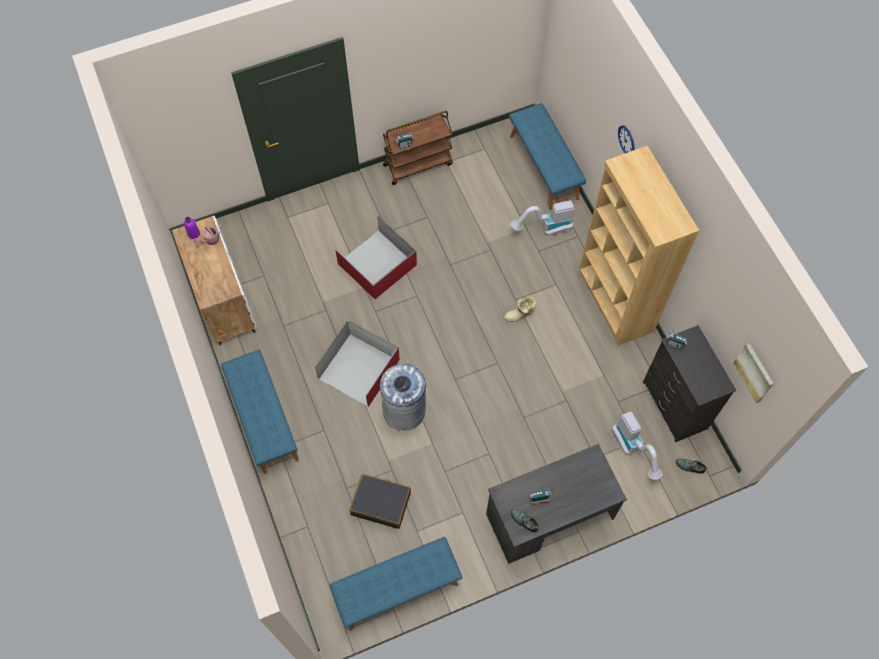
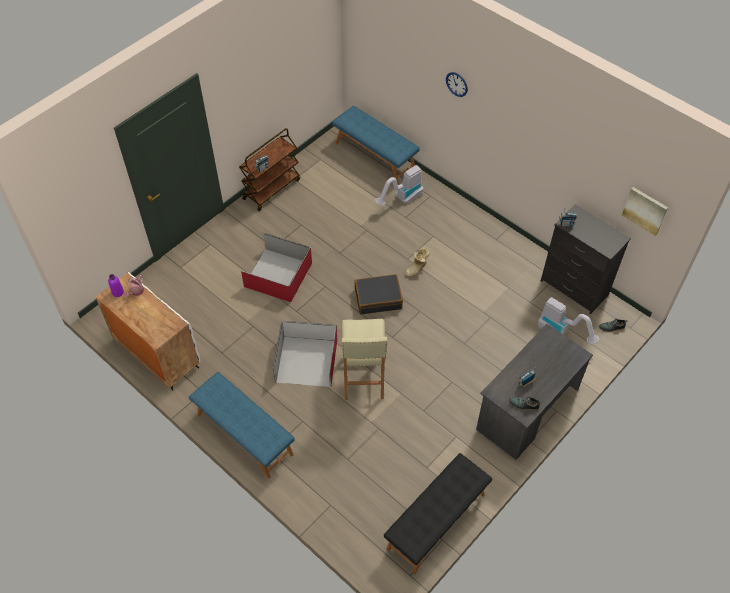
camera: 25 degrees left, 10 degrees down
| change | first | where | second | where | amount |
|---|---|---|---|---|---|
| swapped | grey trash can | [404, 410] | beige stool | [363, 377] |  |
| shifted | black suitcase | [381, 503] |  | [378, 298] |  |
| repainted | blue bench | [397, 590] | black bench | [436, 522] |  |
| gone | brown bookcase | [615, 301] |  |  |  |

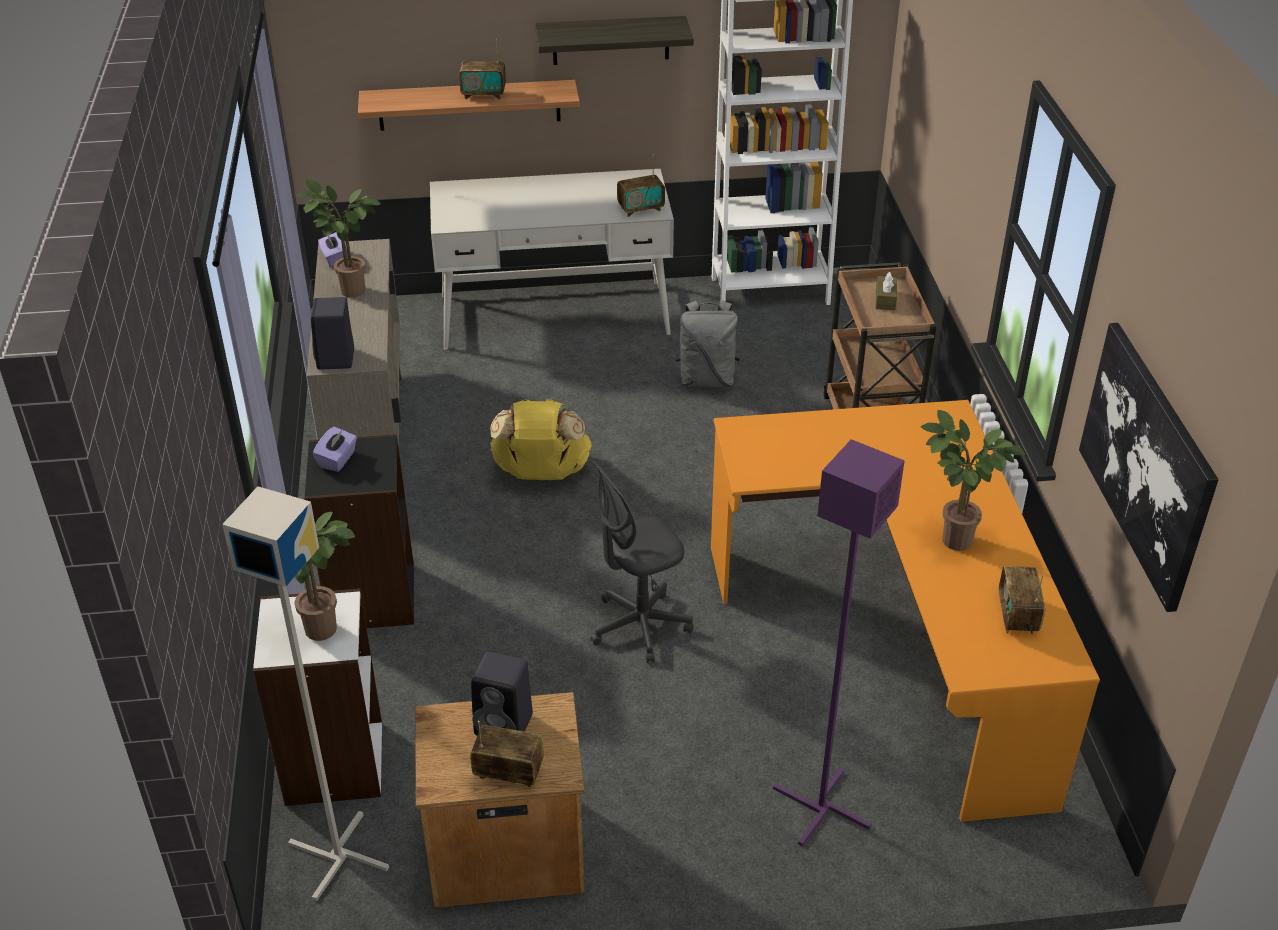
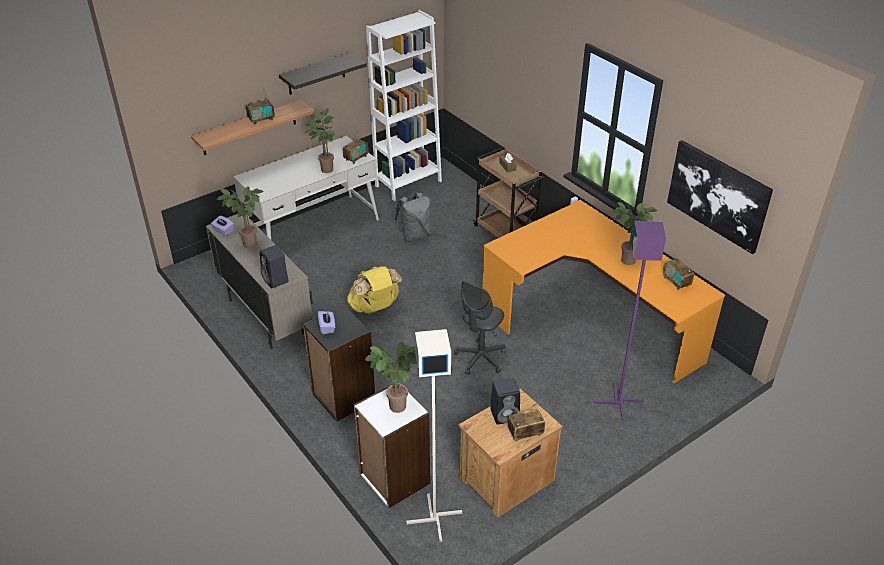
camera: 30 degrees left, 0 degrees up
| change | first | where | second | where | amount |
|---|---|---|---|---|---|
| new |  |  | potted plant | [325, 169] |  |

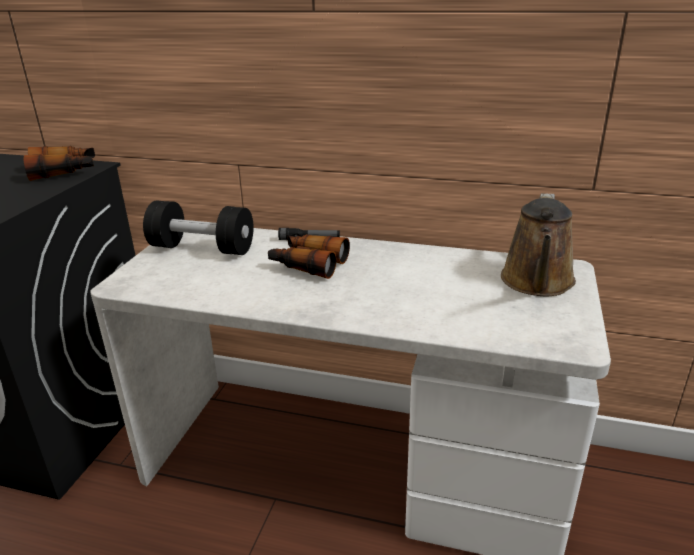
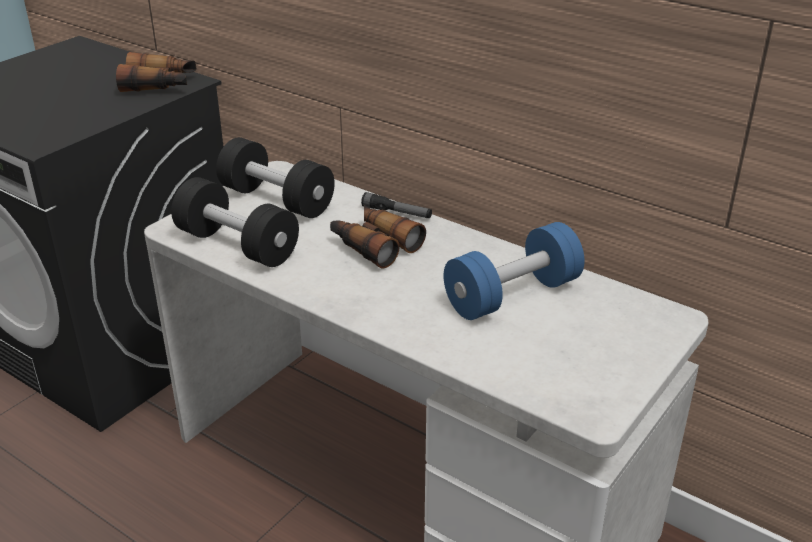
camera: 20 degrees right, 5 degrees up
| change | first | where | second | where | amount |
|---|---|---|---|---|---|
| new |  |  | black dumbbell | [237, 245] |  |
| new |  |  | blue dumbbell | [512, 295] |  |
| gone | brown watering can | [537, 282] |  |  |  |

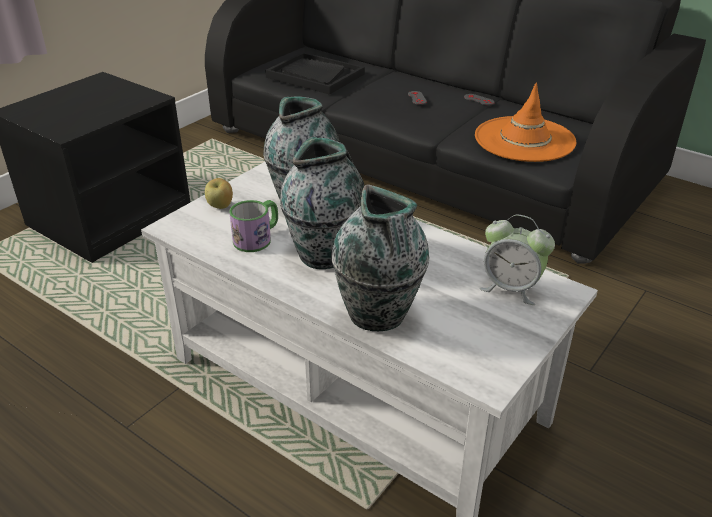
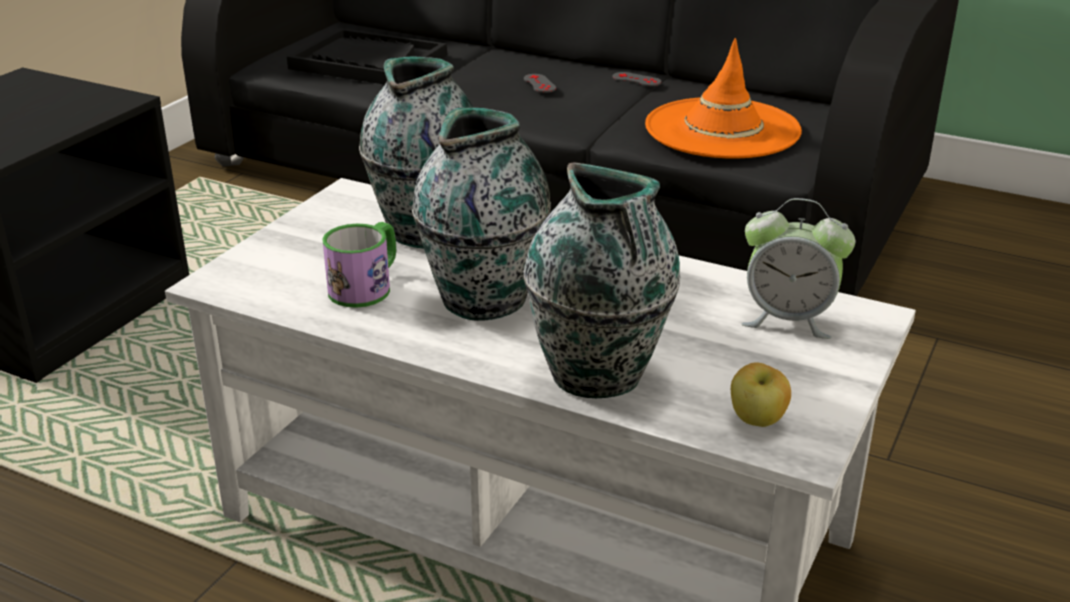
camera: 10 degrees left, 5 degrees down
| change | first | where | second | where | amount |
|---|---|---|---|---|---|
| shifted | apple | [220, 206] |  | [757, 421] |  |

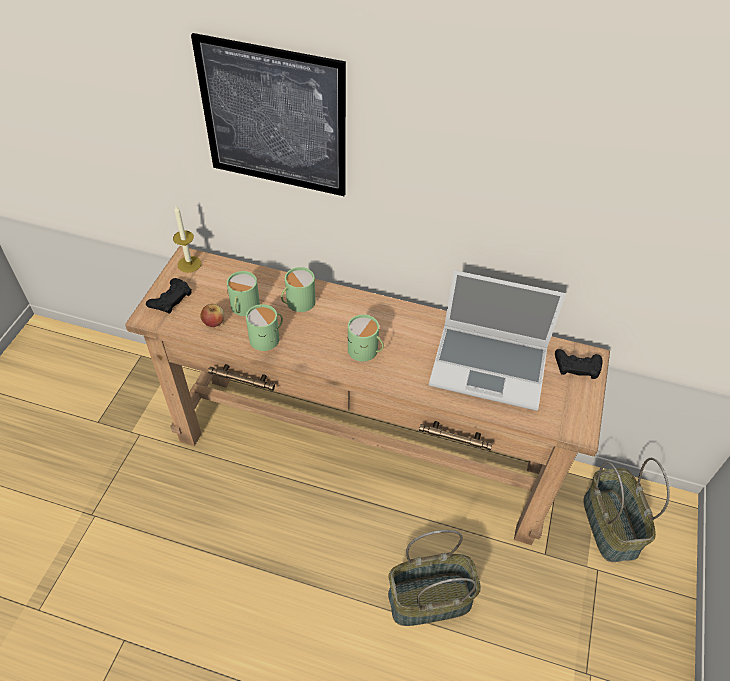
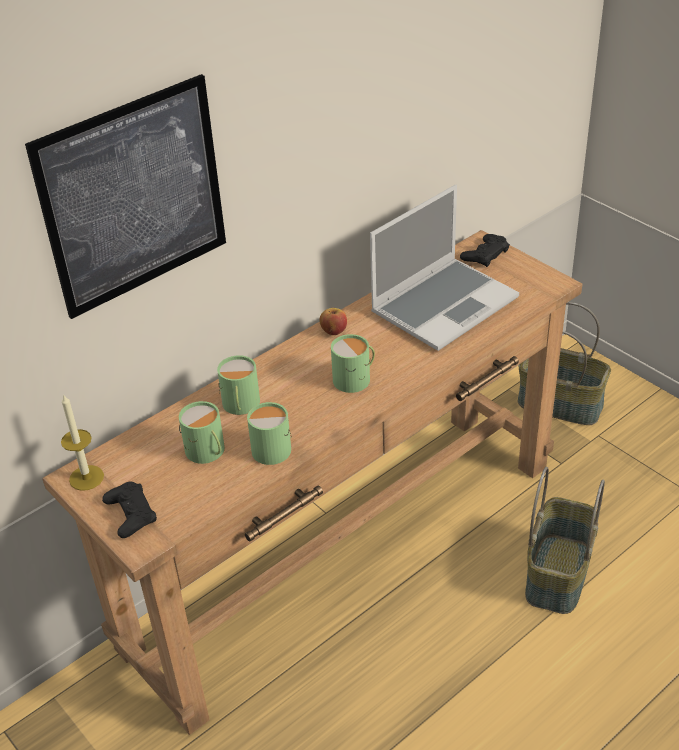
camera: 55 degrees left, 10 degrees down
| change | first | where | second | where | amount |
|---|---|---|---|---|---|
| shifted | apple | [214, 322] |  | [333, 331] |  |

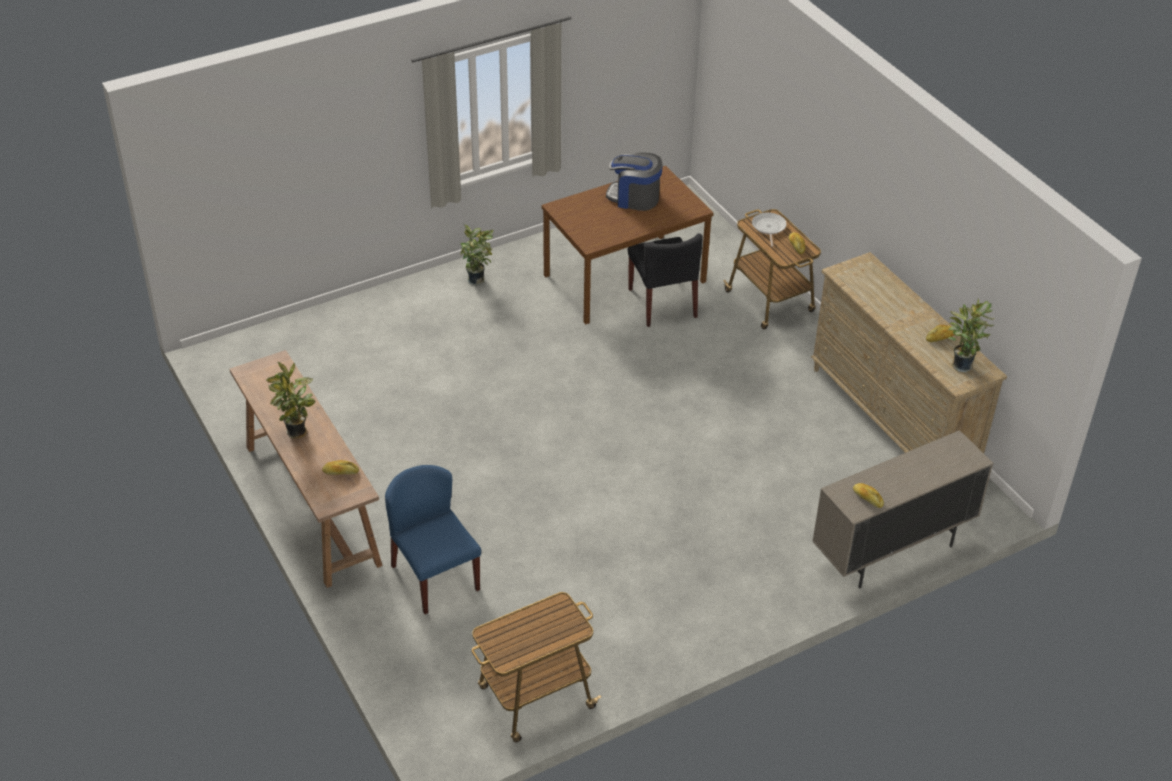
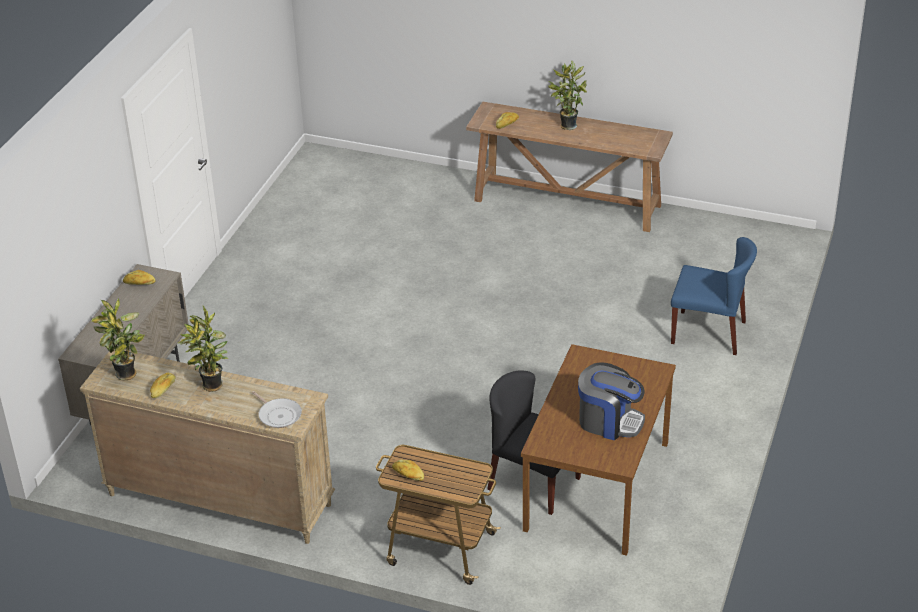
camera: 140 degrees right, 5 degrees down
| change | first | where | second | where | amount |
|---|---|---|---|---|---|
| shifted | potted plant | [477, 280] |  | [211, 387] |  |
| shifted | frying pan | [768, 228] |  | [278, 415] |  |
| rotated | coffee machine | [634, 198] |  | [609, 421] | 45 degrees clockwise |
| shifted | blue chair | [435, 577] |  | [709, 332] |  |
| gone | cart | [534, 698] |  |  |  |

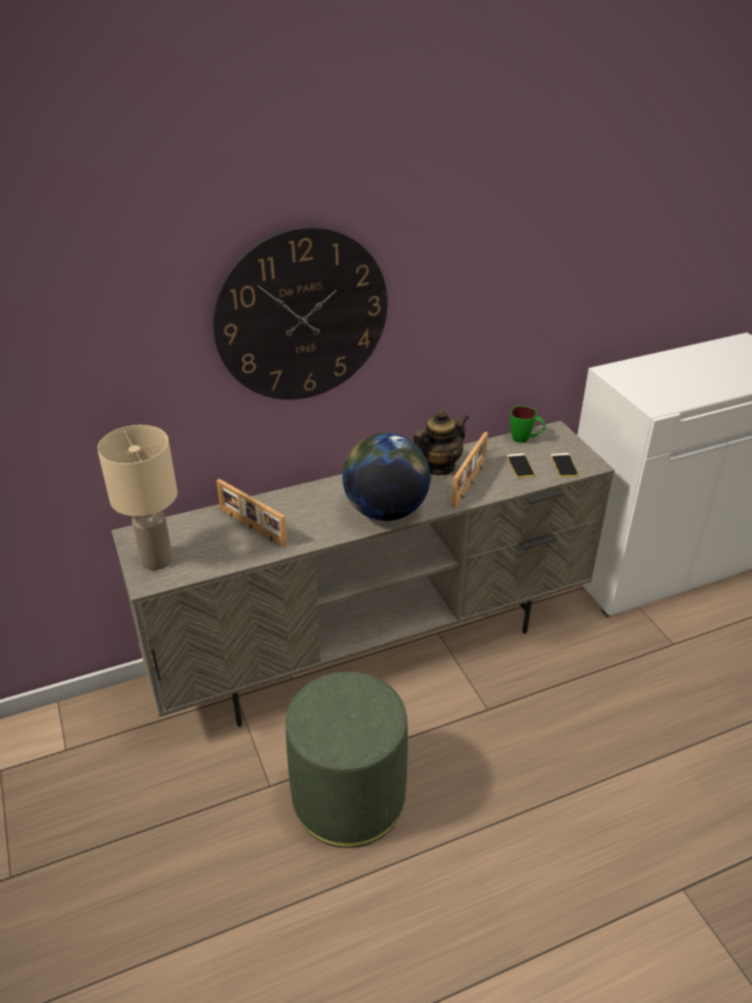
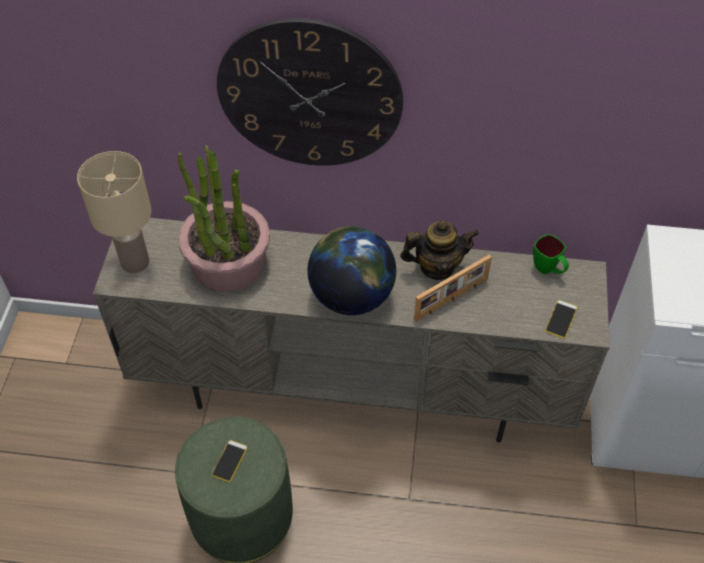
camera: 30 degrees right, 15 degrees up
| change | first | where | second | where | amount |
|---|---|---|---|---|---|
| swapped | picture frame | [251, 528] | potted plant | [228, 263] |  |
| shifted | phone | [520, 466] |  | [229, 461] |  |

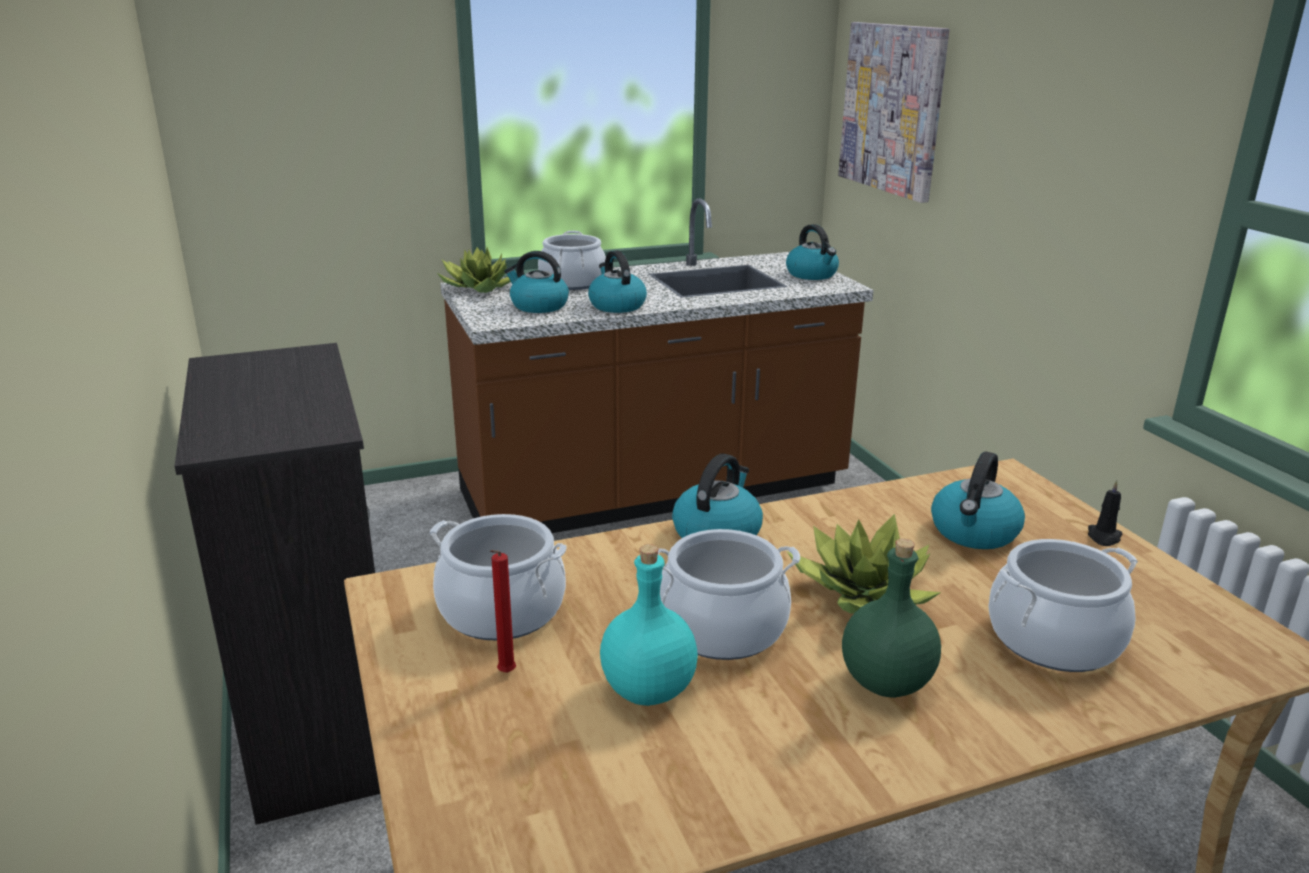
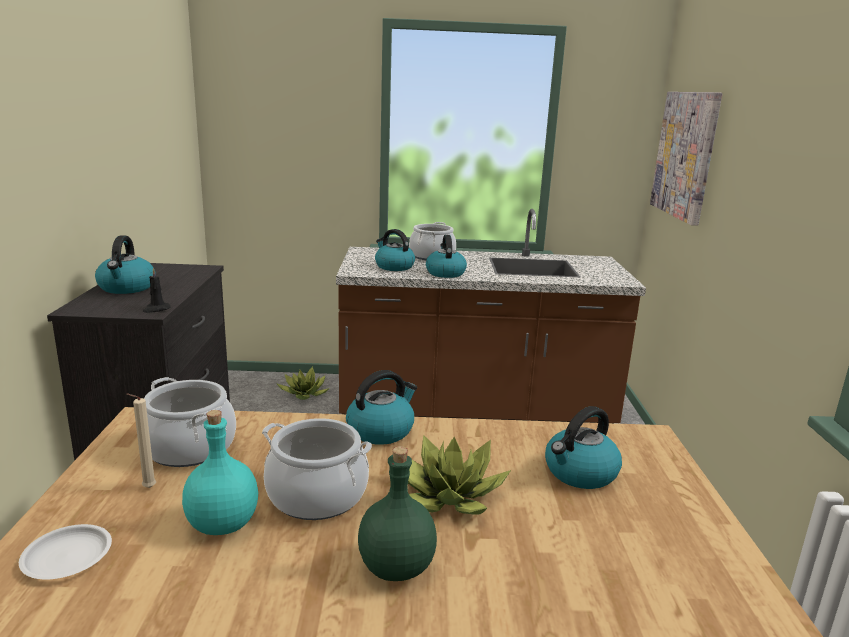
camera: 20 degrees right, 5 degrees down
| change | first | where | second | where | amount |
|---|---|---|---|---|---|
| new |  |  | white plate | [67, 557] |  |
| shifted | kettle | [812, 274] |  | [127, 288] |  |
| repainted | red candle | [505, 674] | beige candle | [147, 488] |  |
| shifted | black candle | [1103, 537] |  | [156, 309] |  |
| shifted | potted plant | [479, 288] |  | [304, 394] |  |
| gone | cooking pot | [1054, 639] |  |  |  |

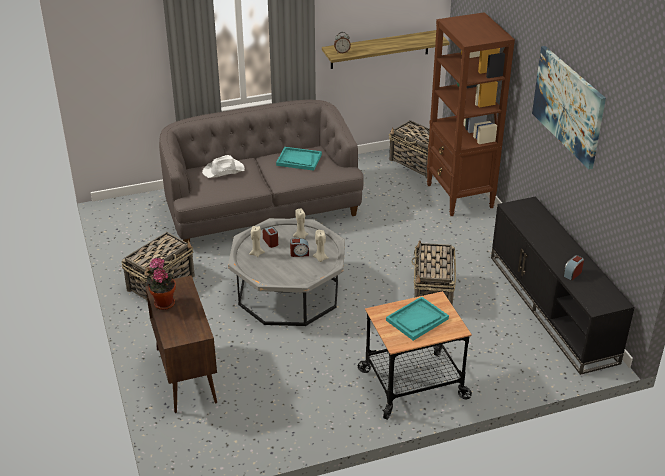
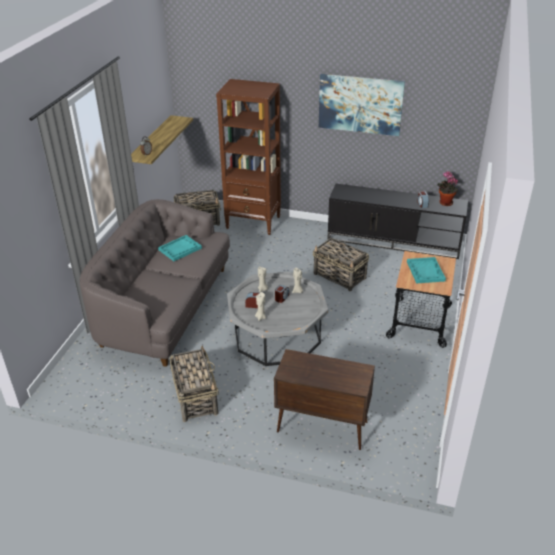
camera: 55 degrees left, 0 degrees up
| change | first | where | second | where | amount |
|---|---|---|---|---|---|
| shifted | potted plant | [163, 302] |  | [444, 203] |  |
| gone | white hat | [224, 171] |  |  |  |

